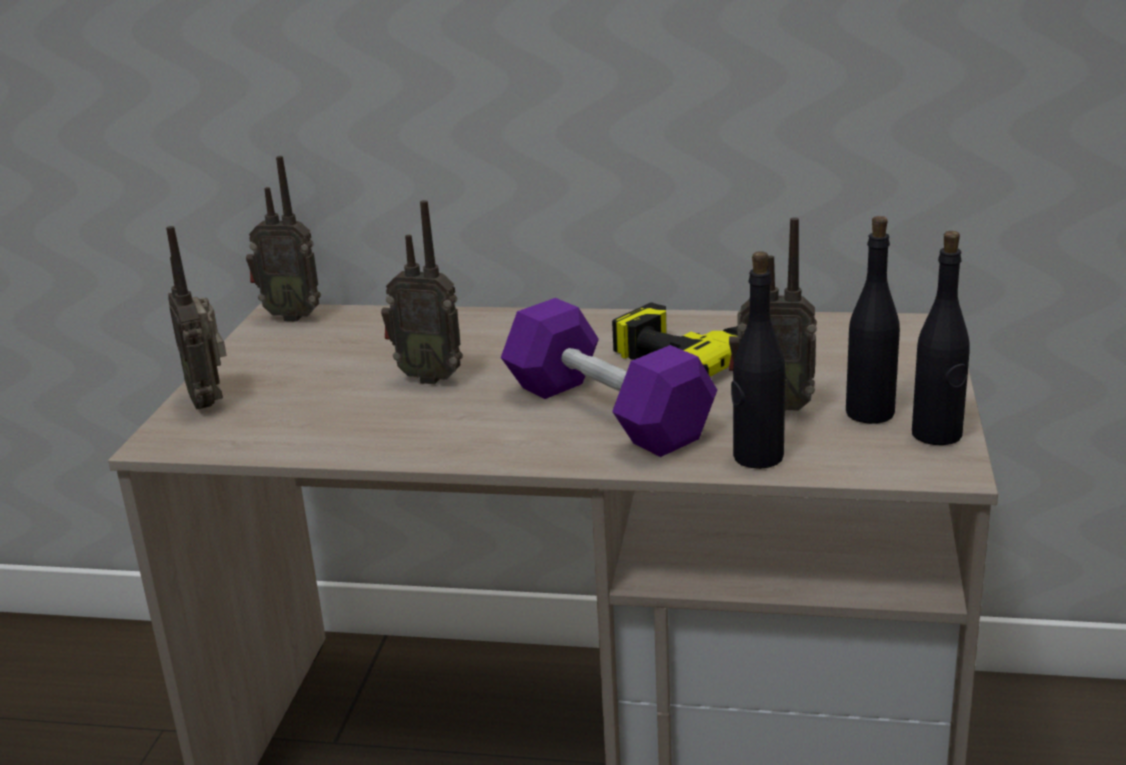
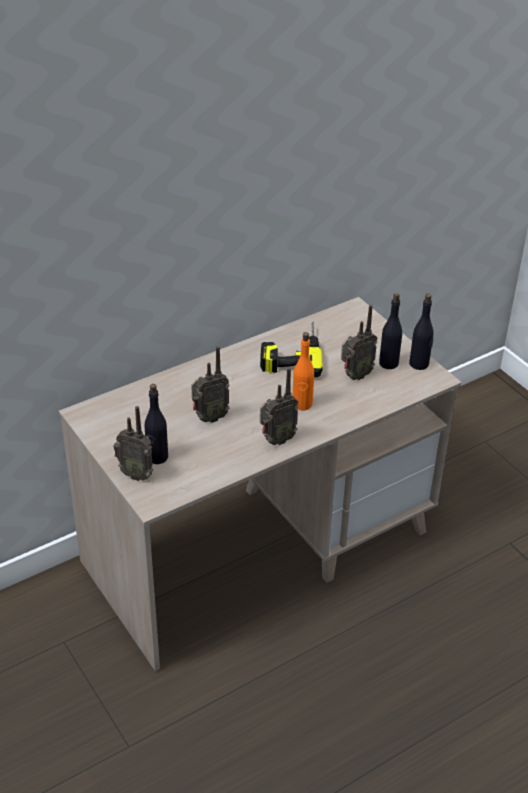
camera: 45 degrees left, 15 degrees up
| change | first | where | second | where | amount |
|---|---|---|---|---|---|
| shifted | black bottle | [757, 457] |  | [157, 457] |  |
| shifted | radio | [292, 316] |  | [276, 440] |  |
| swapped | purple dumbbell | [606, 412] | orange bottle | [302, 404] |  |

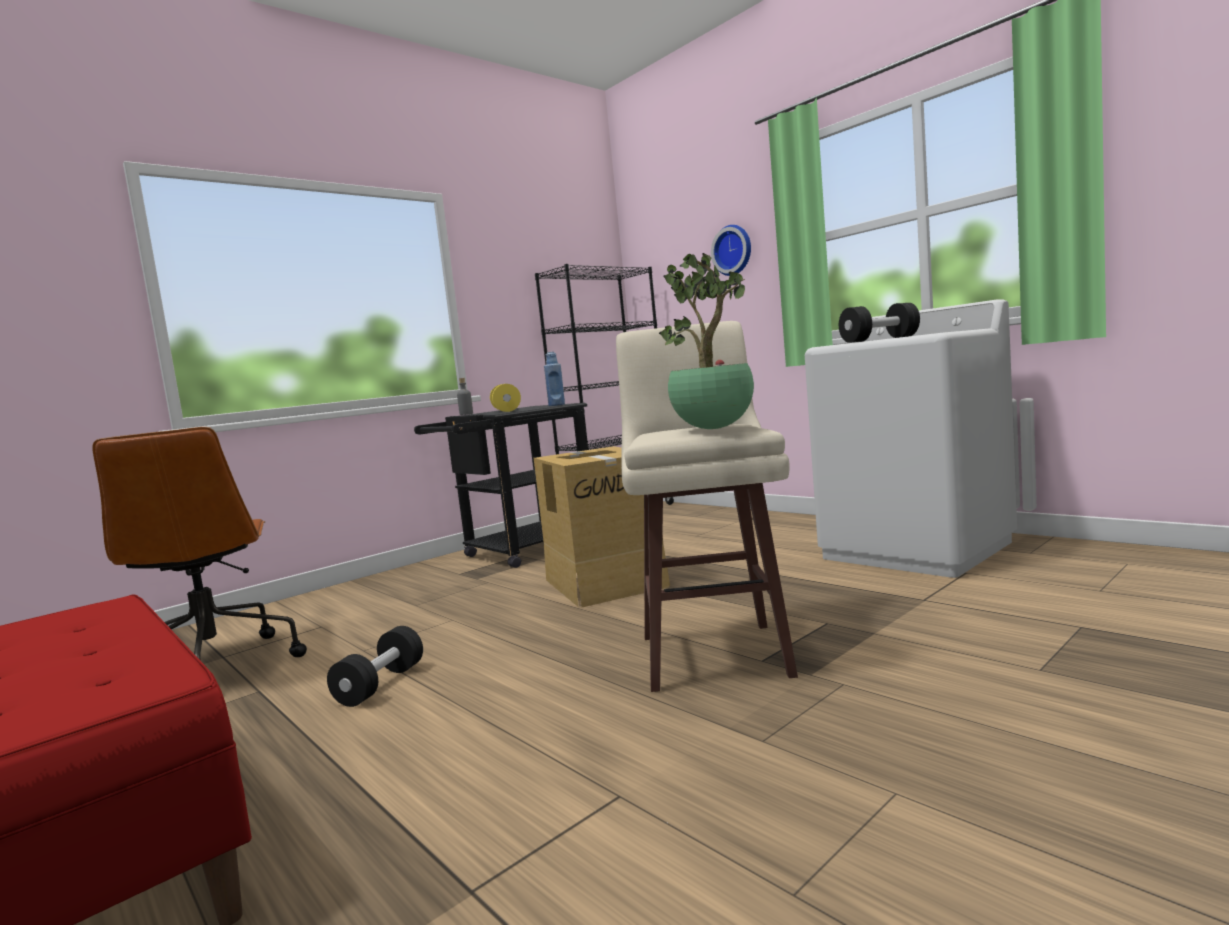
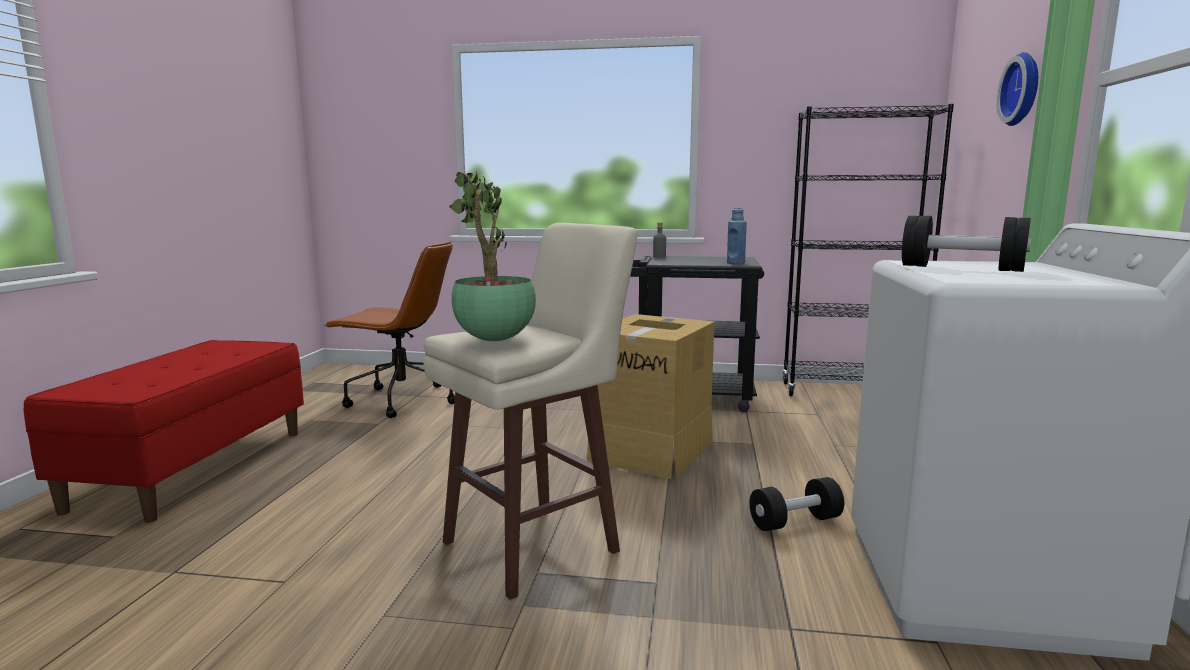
camera: 50 degrees right, 5 degrees up
| change | first | where | second | where | amount |
|---|---|---|---|---|---|
| rotated | brown office chair | [213, 668] |  | [400, 400] | 105 degrees counterclockwise |
| shifted | black dumbbell | [380, 685] |  | [795, 522] |  |
| gone | yellow dumbbell | [506, 411] |  |  |  |

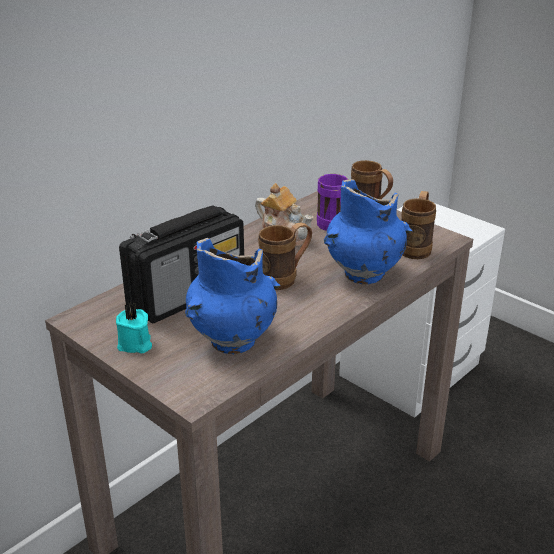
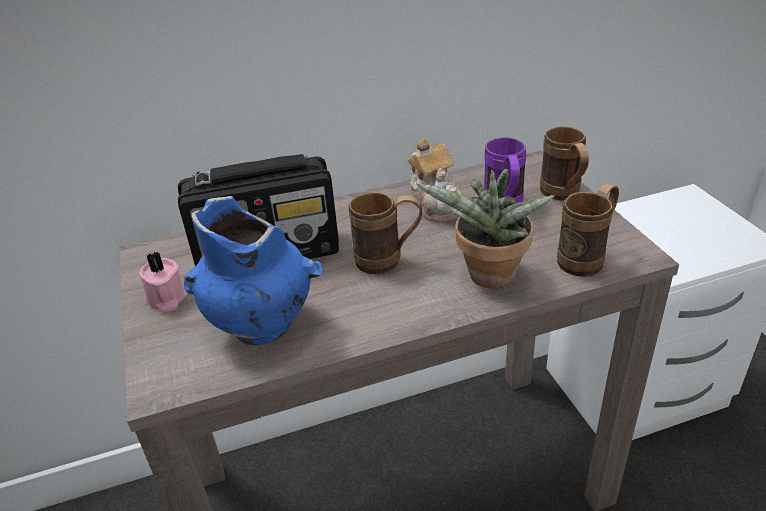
camera: 30 degrees right, 5 degrees up
| change | first | where | second | where | amount |
|---|---|---|---|---|---|
| repainted | turquoise candle | [135, 344] | pink candle | [166, 299] |  |
| swapped | blue vase | [365, 274] | potted plant | [488, 279] |  |

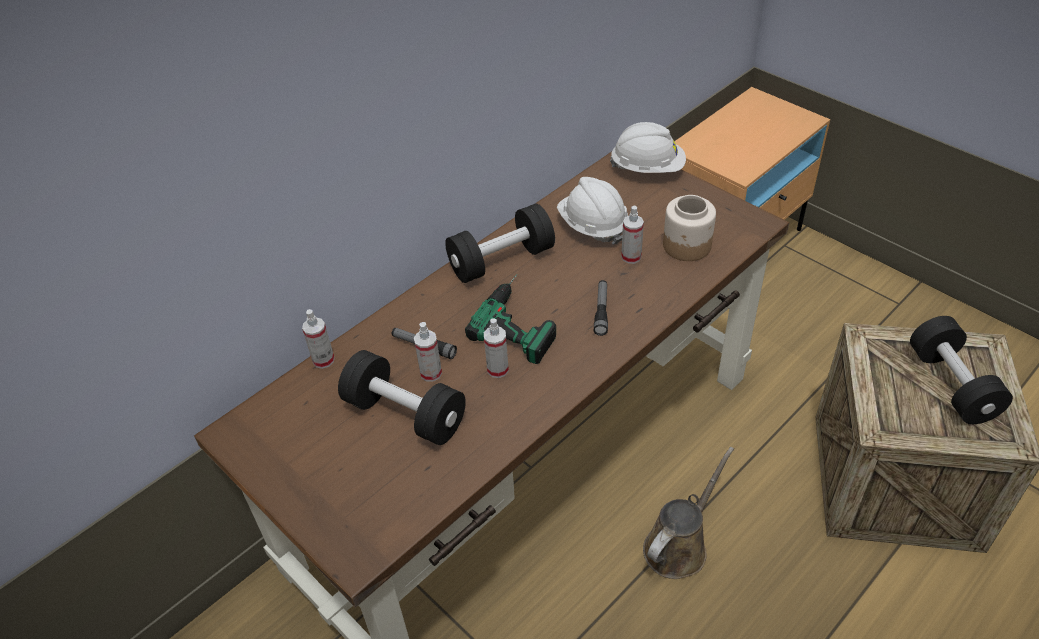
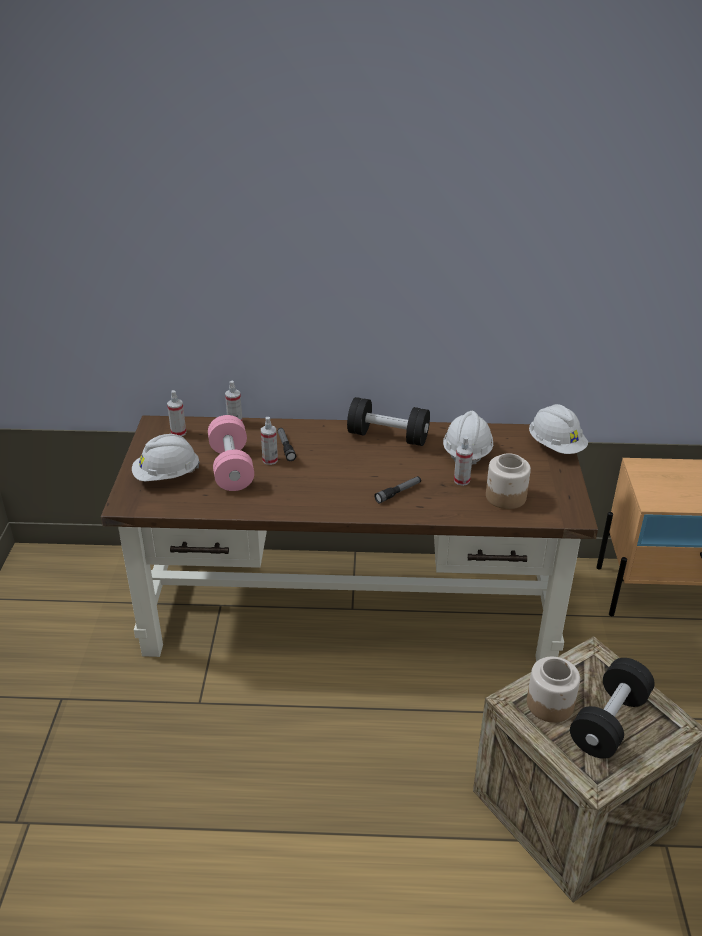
camera: 45 degrees right, 10 degrees down
| change | first | where | second | where | amount |
|---|---|---|---|---|---|
| new |  |  | white hard hat | [167, 476] |  |
| shifted | spray bottle | [497, 369] |  | [178, 432] |  |
| repainted | black dumbbell | [405, 414] | pink dumbbell | [231, 467] |  |
| new |  |  | jar | [550, 703] |  |
| gone | power drill | [522, 320] |  |  |  |
| gone | brown watering can | [678, 545] |  |  |  |

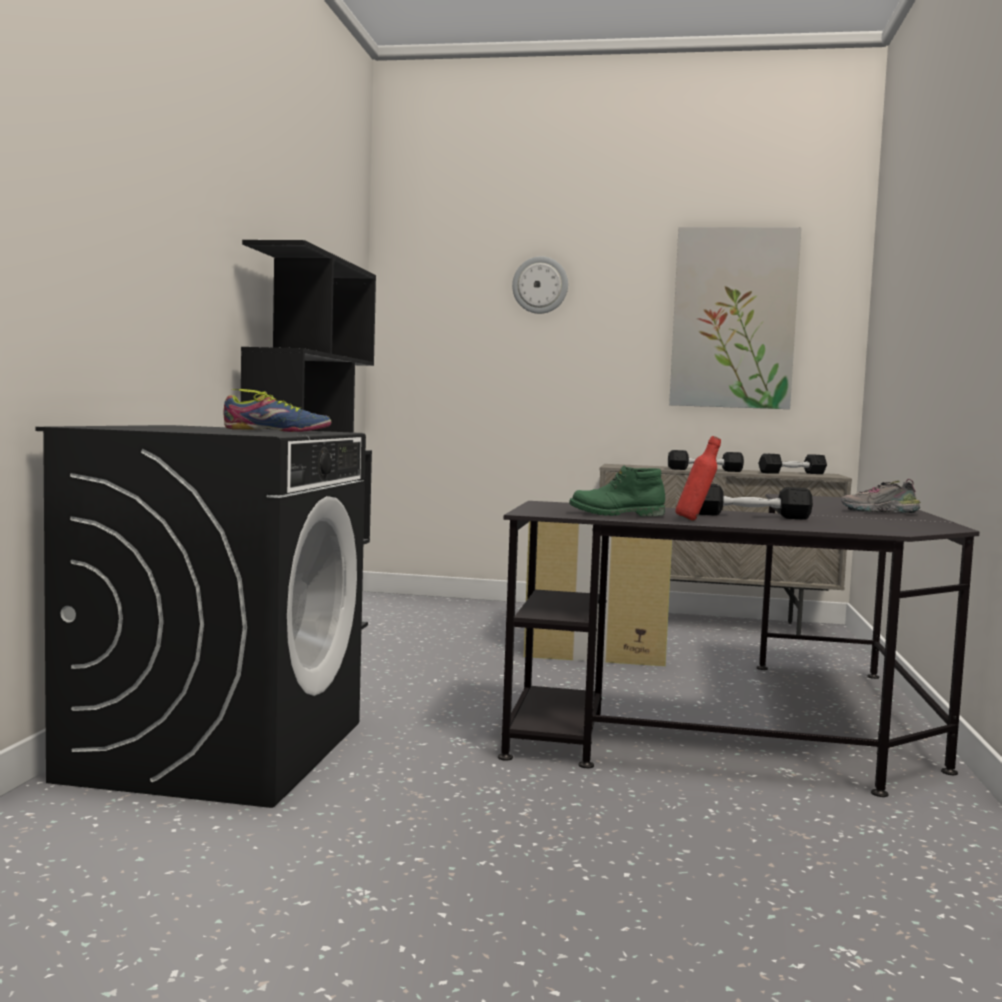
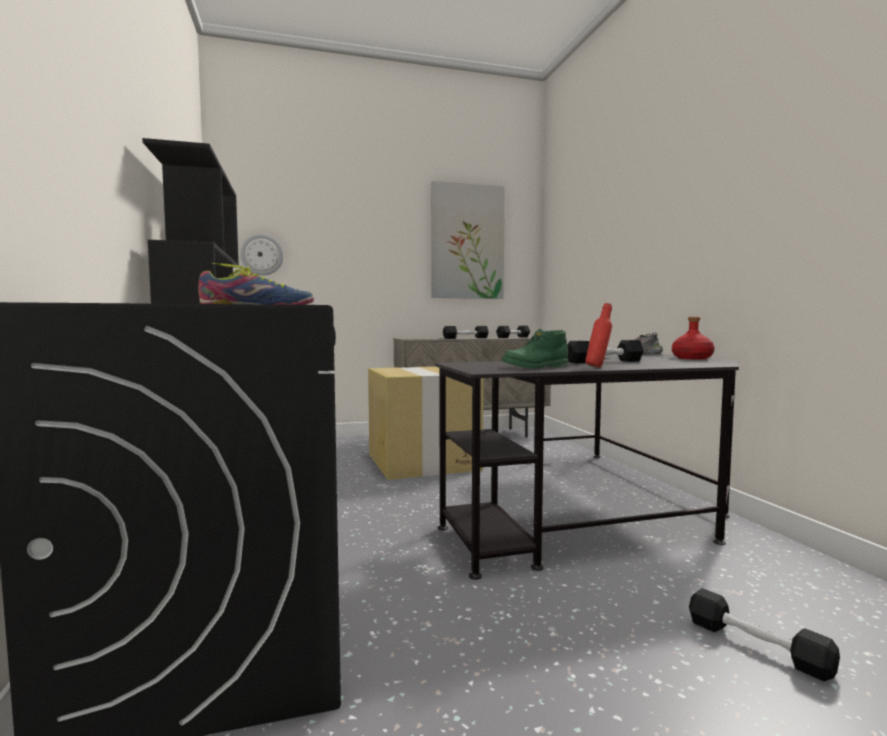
camera: 25 degrees left, 0 degrees up
| change | first | where | second | where | amount |
|---|---|---|---|---|---|
| shifted | wall clock | [540, 285] |  | [262, 255] |  |
| new |  |  | red bottle | [692, 358] |  |
| new |  |  | black dumbbell | [756, 646] |  |

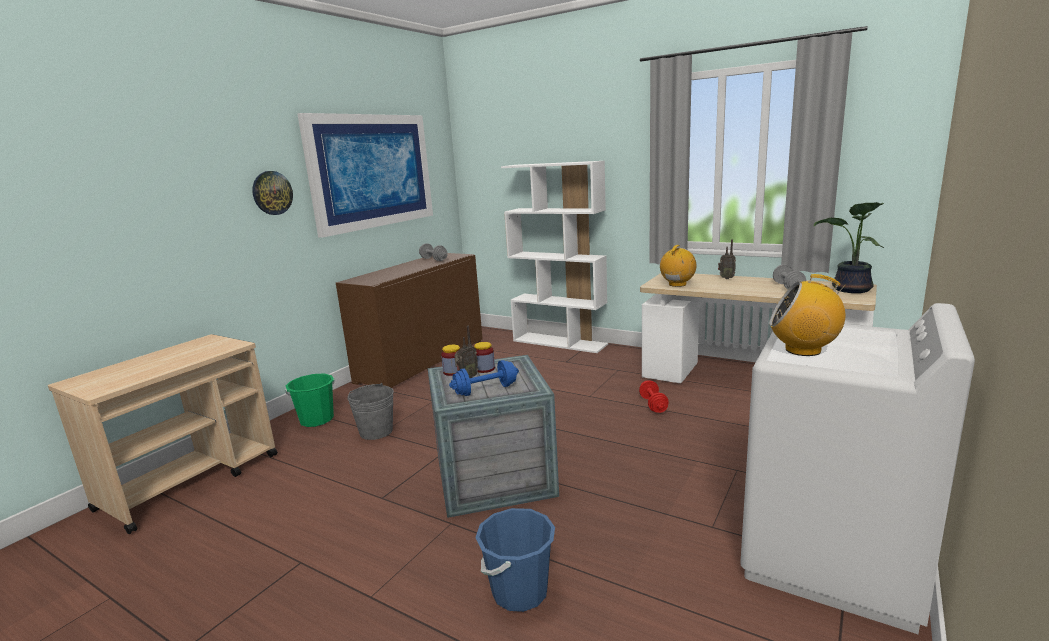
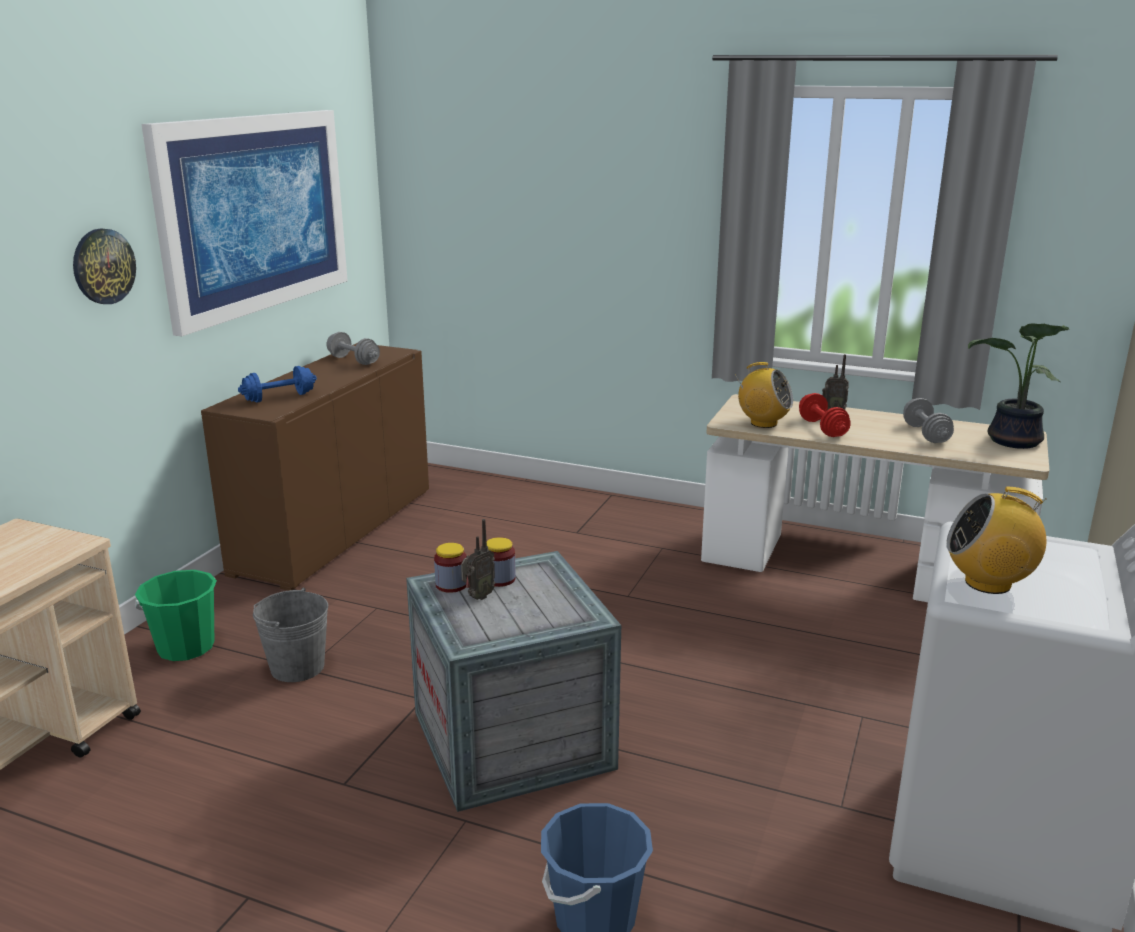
camera: 10 degrees left, 5 degrees up
| change | first | where | second | where | amount |
|---|---|---|---|---|---|
| shifted | blue dumbbell | [485, 390] |  | [279, 397] |  |
| rotated | radio | [677, 284] |  | [763, 423] | 90 degrees clockwise |
| shifted | red dumbbell | [653, 405] |  | [822, 428] |  |
| gone | white bookcase | [560, 342] |  |  |  |

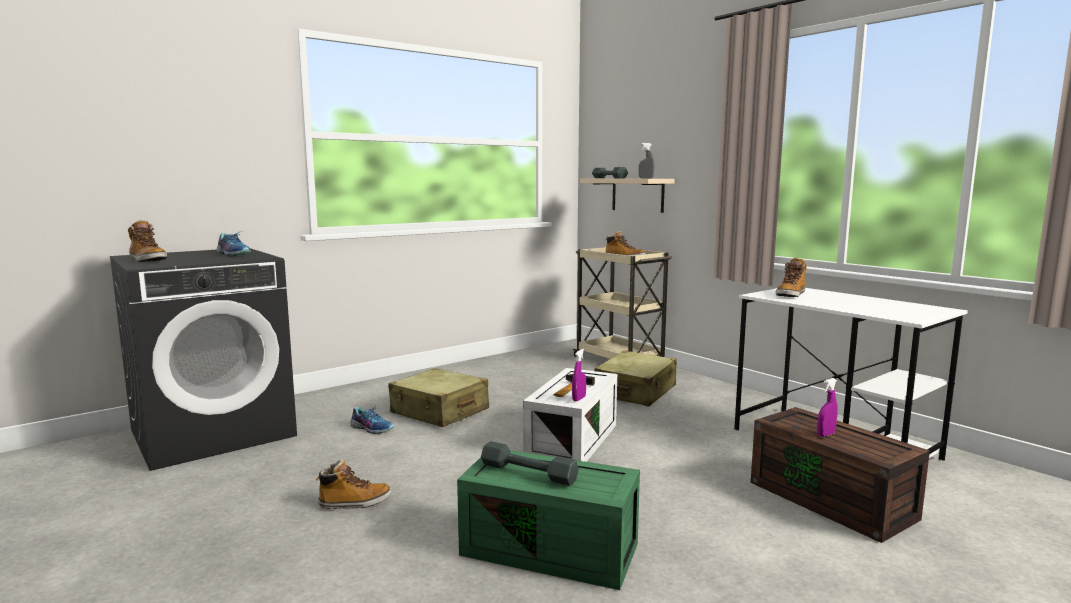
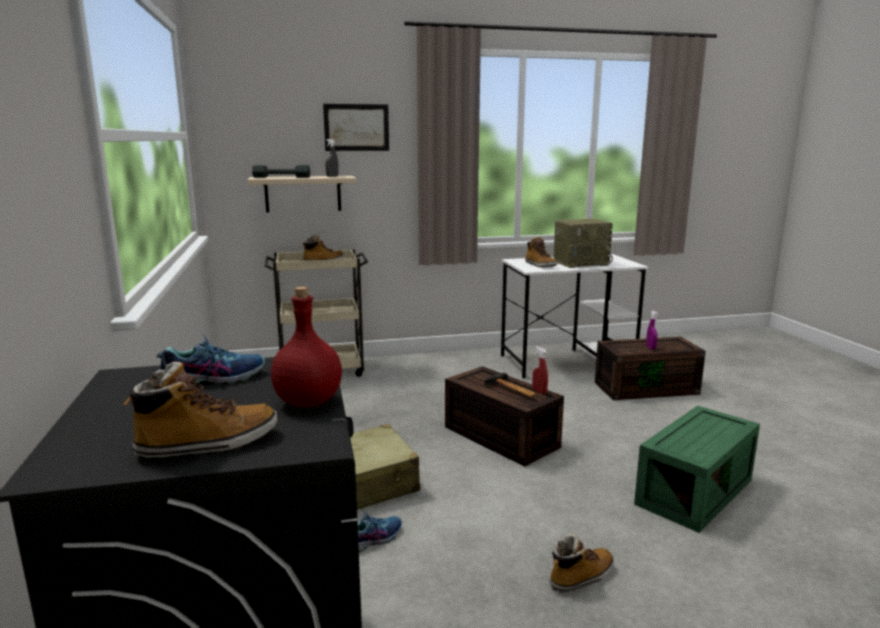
camera: 65 degrees left, 5 degrees up
| change | first | where | second | where | amount |
|---|---|---|---|---|---|
| new |  |  | red bottle | [307, 402] |  |
| new |  |  | picture | [356, 127] |  |
| repainted | white storage box | [571, 440] | brown storage box | [498, 437] |  |
| repainted | purple spray bottle | [579, 399] | red spray bottle | [539, 391] |  |
| rotated | boot | [354, 503] |  | [581, 577] | 45 degrees clockwise |
| new |  |  | radio | [581, 263] |  |
| gone | grey dumbbell | [528, 473] |  |  |  |
| gone | beige suitcase | [635, 391] |  |  |  |

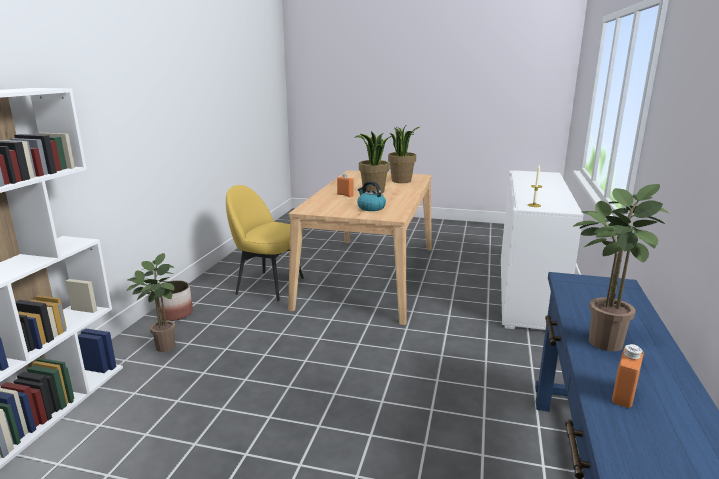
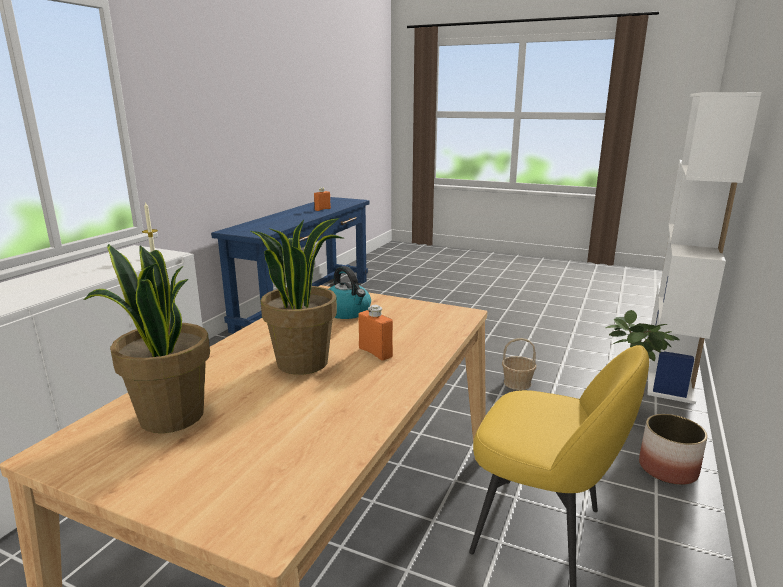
camera: 170 degrees left, 0 degrees up
| change | first | where | second | where | amount |
|---|---|---|---|---|---|
| new |  |  | basket | [517, 383] |  |
| gone | potted plant | [602, 339] |  |  |  |

